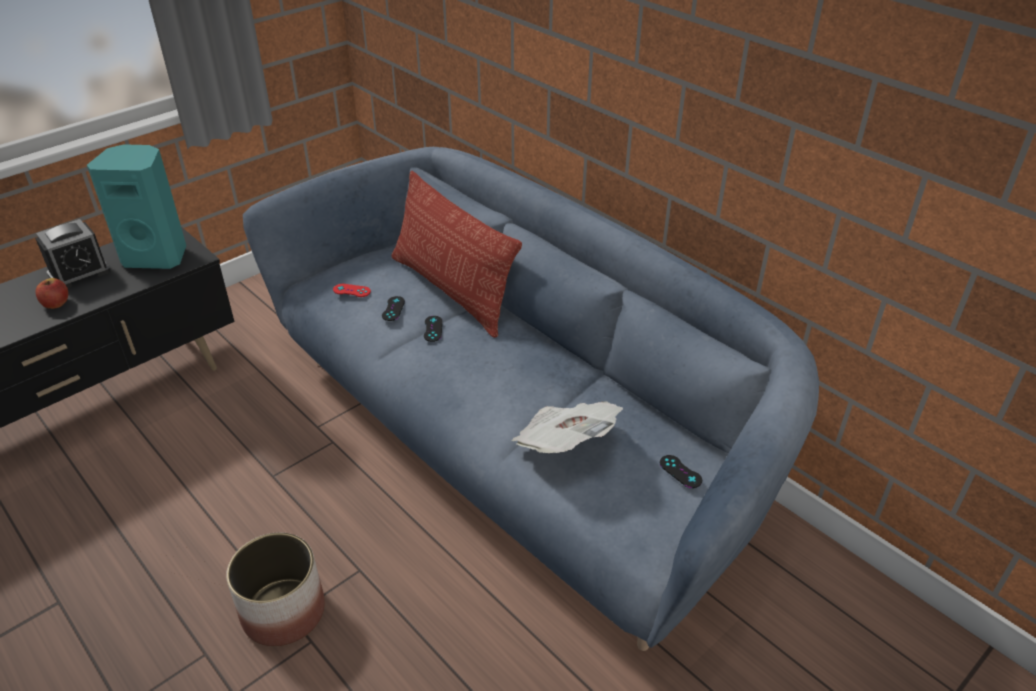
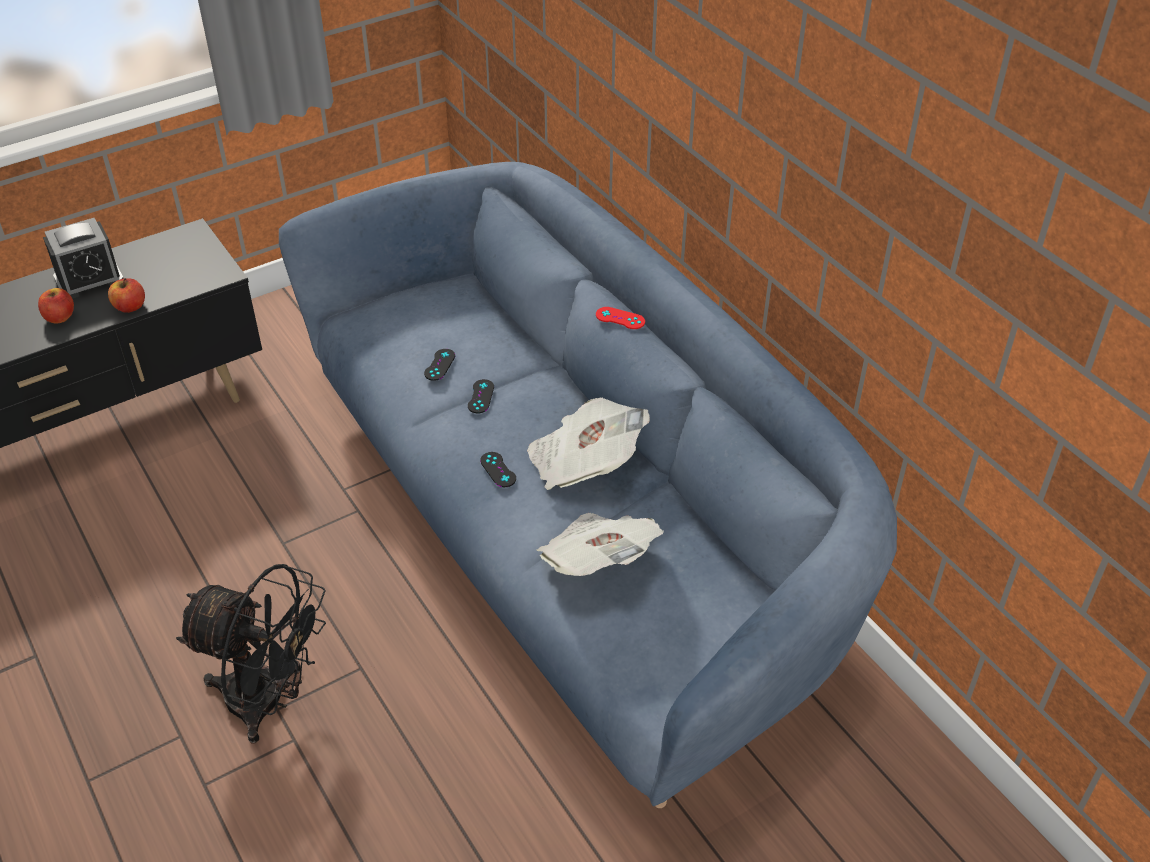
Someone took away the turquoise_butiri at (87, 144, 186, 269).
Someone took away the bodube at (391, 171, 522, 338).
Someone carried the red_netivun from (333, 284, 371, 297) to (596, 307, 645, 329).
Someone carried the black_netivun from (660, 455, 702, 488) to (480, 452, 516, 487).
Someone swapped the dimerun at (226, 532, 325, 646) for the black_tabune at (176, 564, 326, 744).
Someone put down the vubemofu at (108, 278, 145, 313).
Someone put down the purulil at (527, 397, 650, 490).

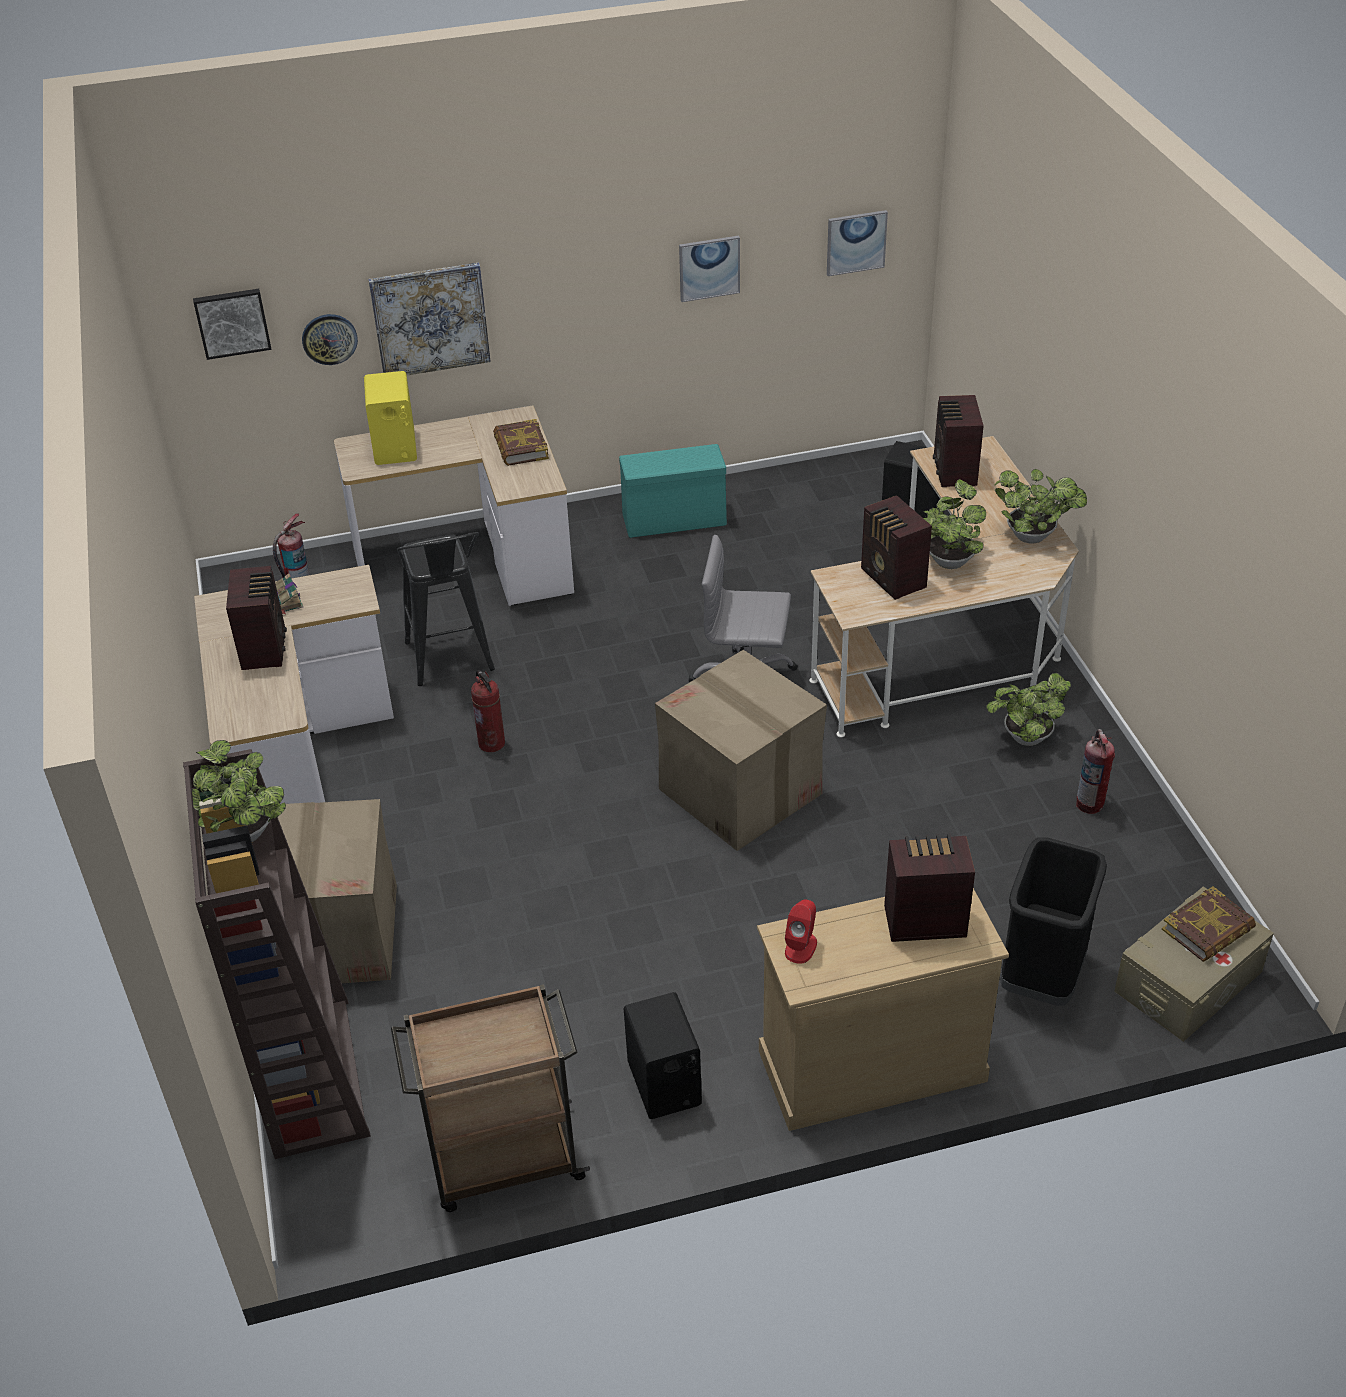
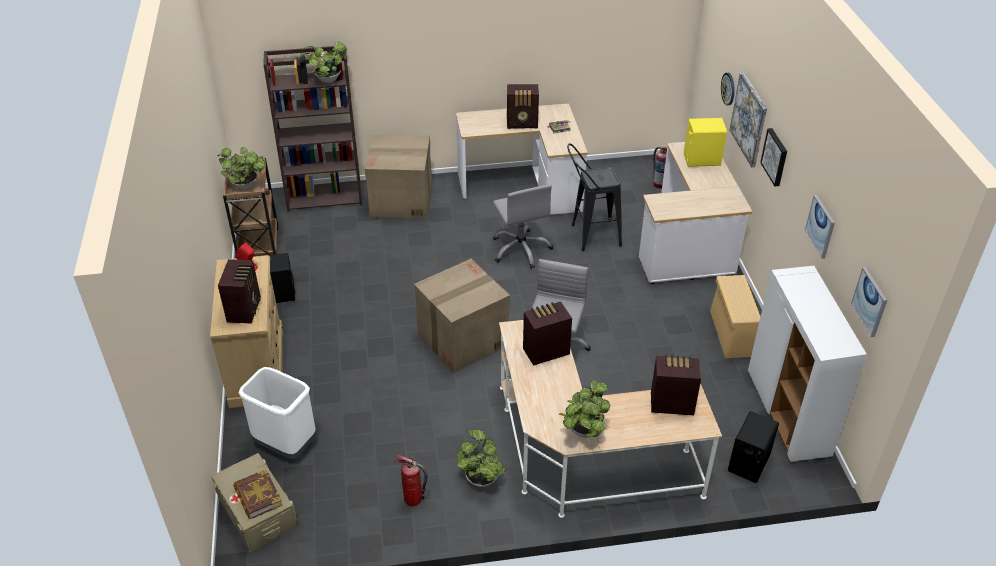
Someone carried the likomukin from (193, 289, 272, 360) to (760, 128, 787, 186).
Someone took away the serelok at (493, 419, 549, 466).
Someone repainted the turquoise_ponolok at (619, 444, 727, 538), which became the beige_ponolok at (710, 275, 760, 358).
Someone carried the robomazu from (923, 479, 986, 569) to (217, 147, 266, 190).
Someone swapped the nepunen at (471, 670, 505, 752) for the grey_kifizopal at (493, 185, 553, 269).
Someone repainted the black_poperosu at (1000, 837, 1107, 1006), which became the white_poperosu at (238, 367, 316, 459).
Someone put down the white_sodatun at (748, 266, 867, 462).

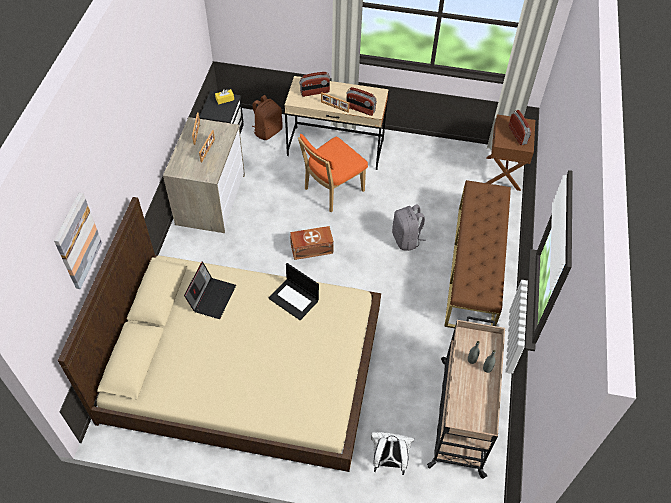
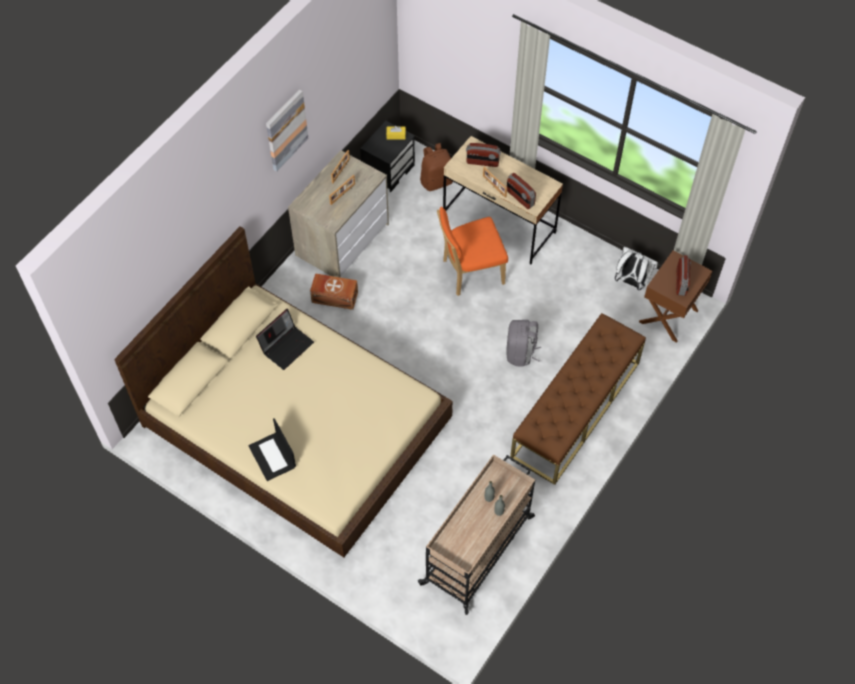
Someone carried the likomukin from (54, 193, 102, 289) to (266, 89, 308, 172).
Someone carried the brown_ponolok from (290, 226, 334, 260) to (310, 273, 358, 310).
Someone carried the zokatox from (268, 263, 319, 320) to (248, 418, 296, 481).
Someone carried the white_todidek from (371, 432, 414, 475) to (615, 246, 658, 290).

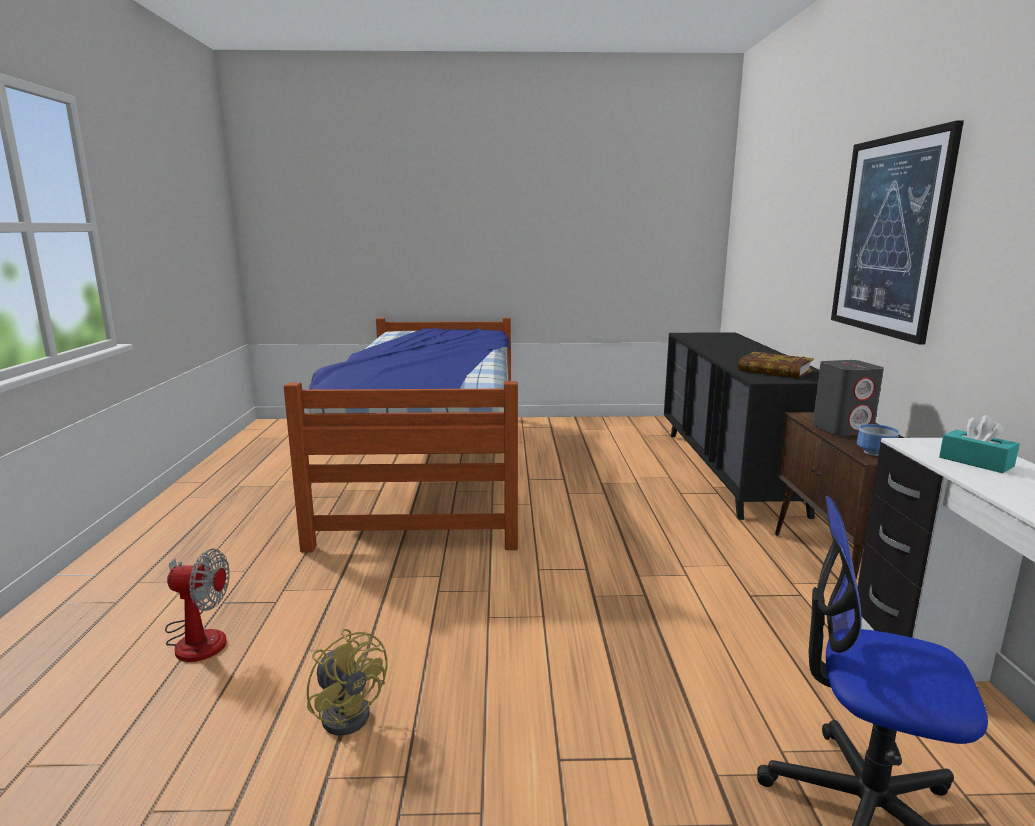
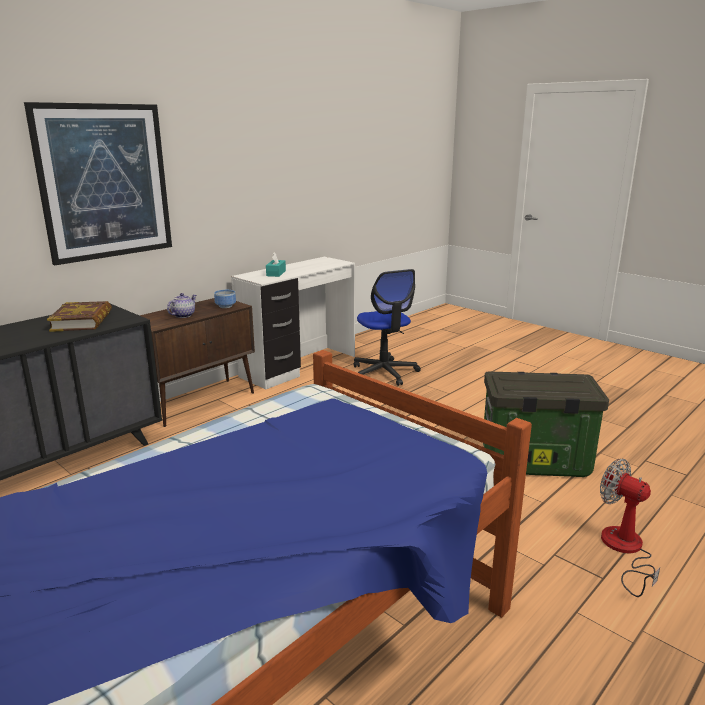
Someone swapped the grey_butiri at (813, 360, 884, 436) for the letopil at (167, 293, 196, 318).
Someone swapped the yellow_tabune at (307, 629, 388, 735) for the ponolok at (483, 371, 609, 477).

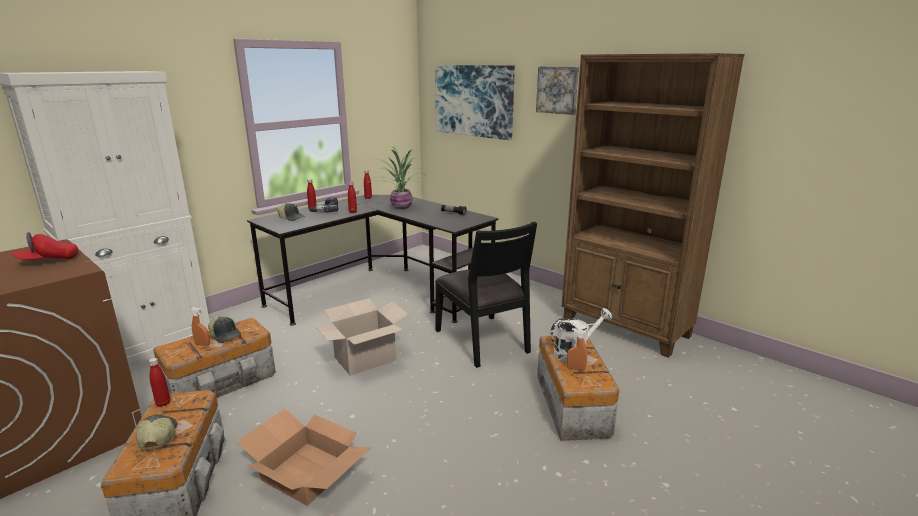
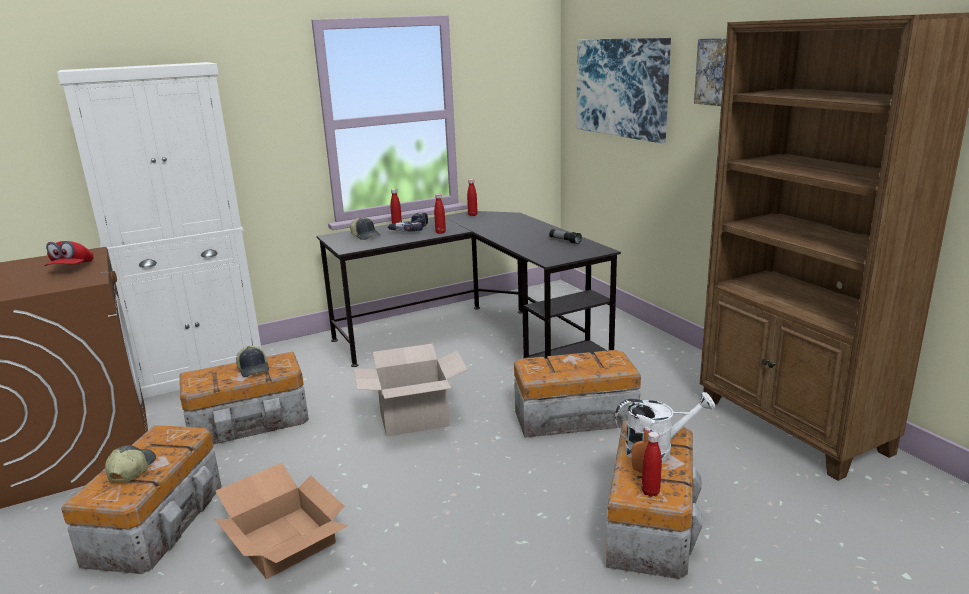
Someone took away the robomazu at (367, 146, 436, 209).
Someone swapped the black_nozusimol at (435, 222, 537, 368) for the ponolok at (514, 350, 641, 438).
Someone rotated the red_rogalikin at (11, 232, 78, 260) by 75 degrees counterclockwise.
Someone took away the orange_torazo at (191, 307, 210, 346).
Someone carried the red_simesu from (148, 358, 170, 407) to (642, 432, 662, 497).

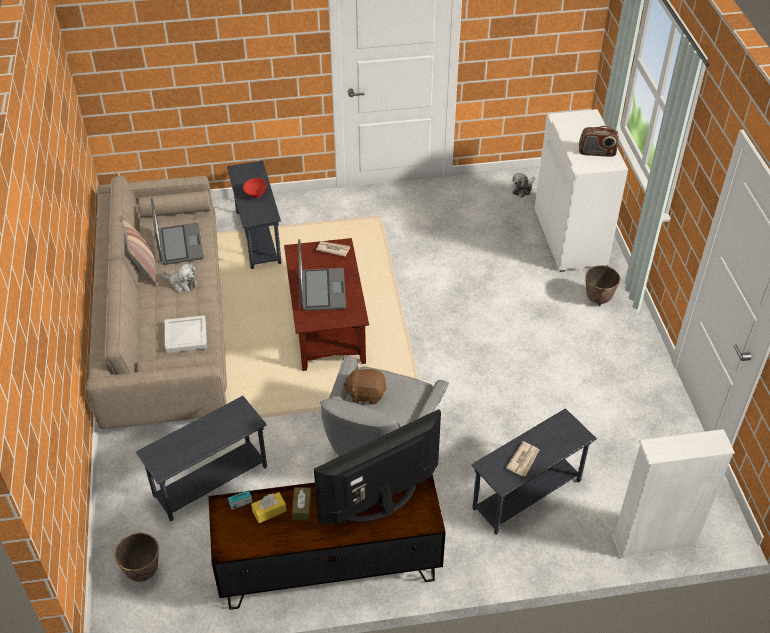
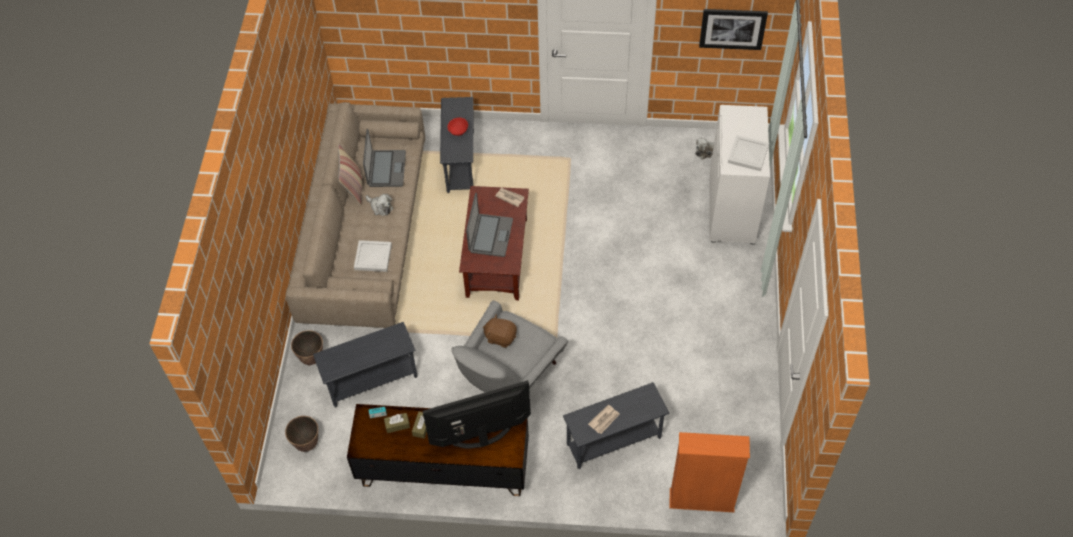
Someone swapped the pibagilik at (579, 126, 618, 157) for the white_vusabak at (728, 135, 769, 171).
Someone carried the dimerun from (585, 265, 620, 306) to (291, 330, 323, 366).
Someone repainted the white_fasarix at (612, 429, 735, 558), which became the orange_fasarix at (669, 432, 750, 512).
Someone repainted the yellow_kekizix at (251, 492, 287, 523), which became the brown_kekizix at (384, 413, 410, 433).
Someone put up the likomukin at (699, 9, 768, 50).

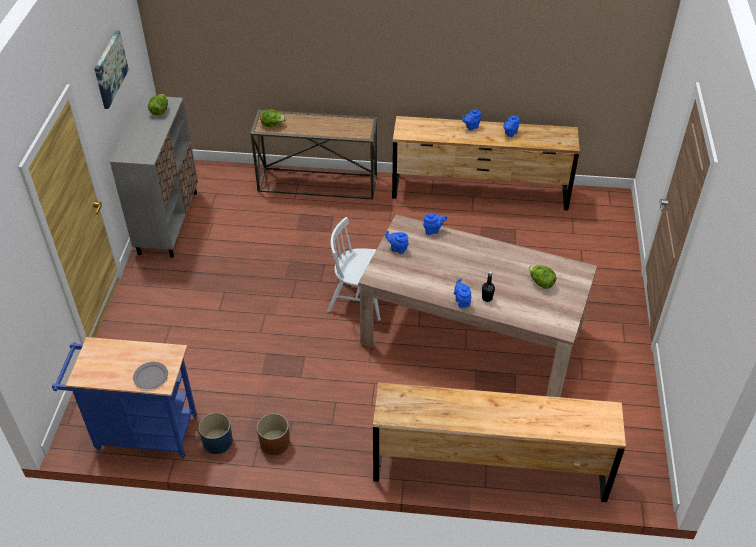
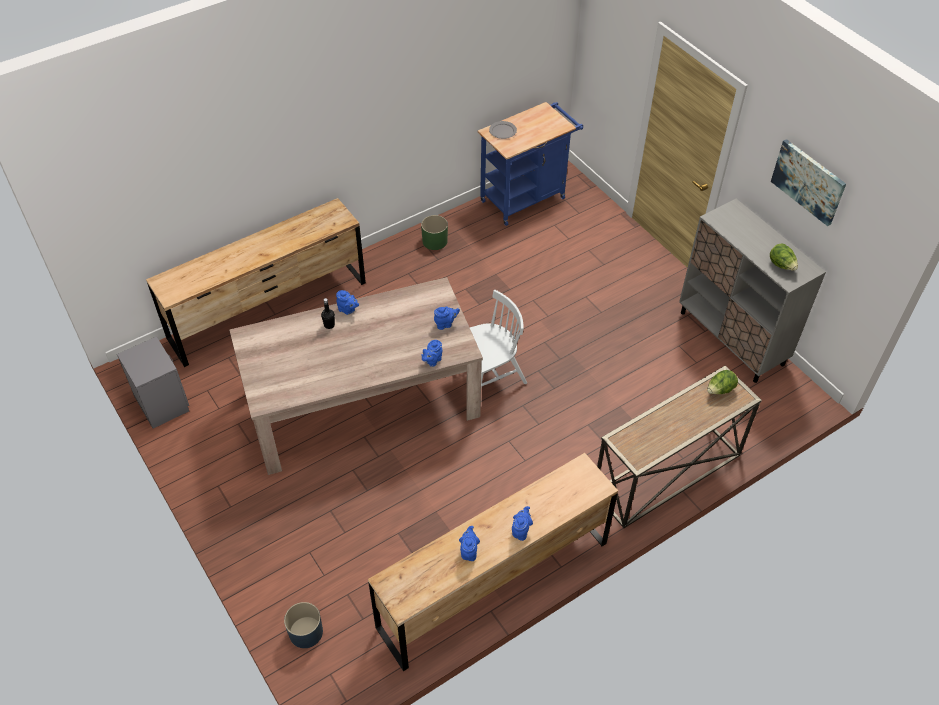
Someone took away the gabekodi at (529, 265, 556, 289).
Someone carried the blue_dimerun from (198, 412, 233, 454) to (284, 602, 323, 648).
Someone repainted the brown_dimerun at (257, 413, 290, 455), which became the green_dimerun at (421, 215, 448, 250).
Someone put down the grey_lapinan at (117, 337, 189, 428).

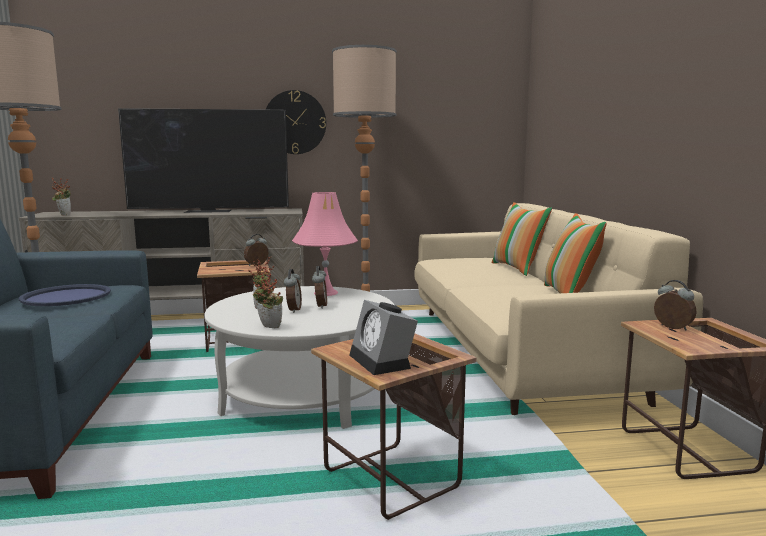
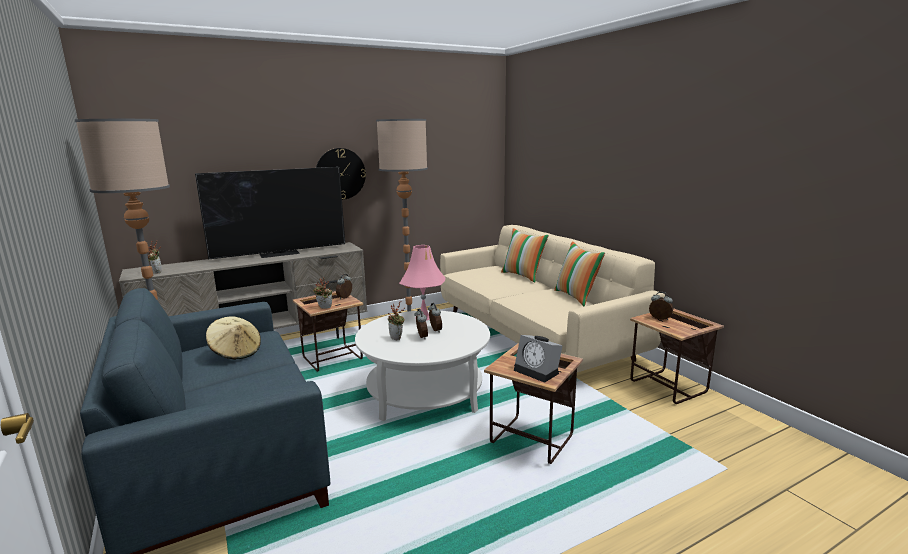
Someone carried the robomazu from (253, 271, 283, 328) to (313, 277, 332, 309).
Someone swapped the blue_vusabak at (19, 284, 111, 306) for the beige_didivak at (206, 316, 261, 360).

